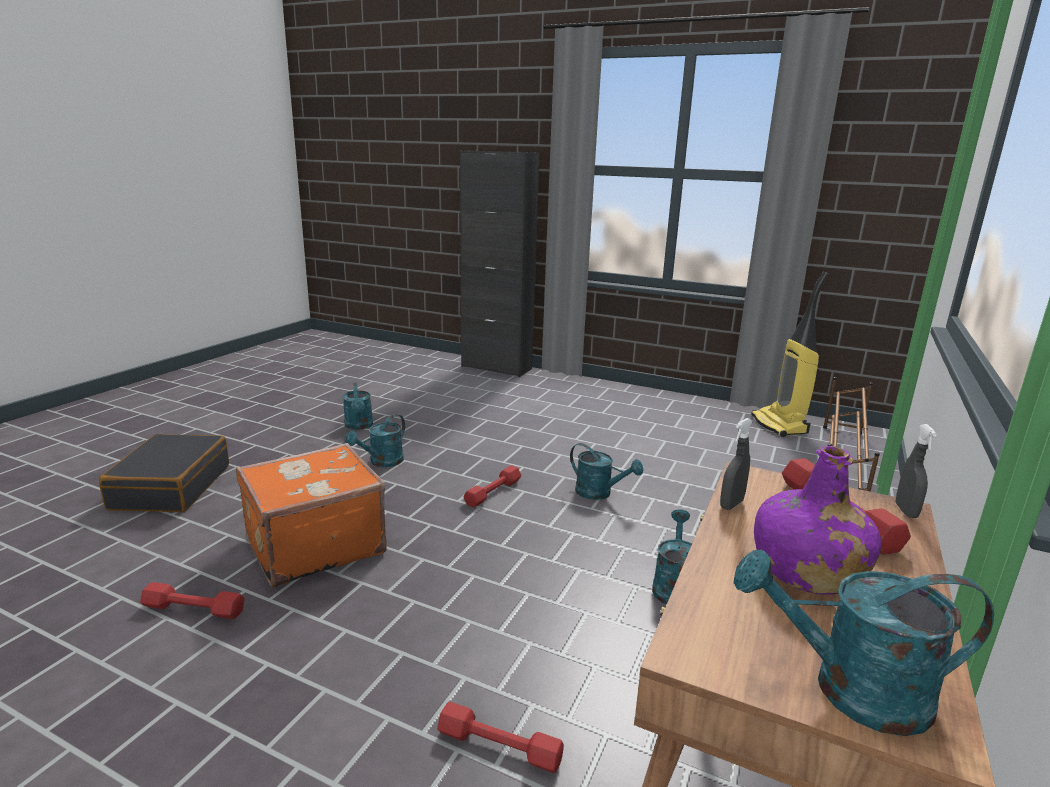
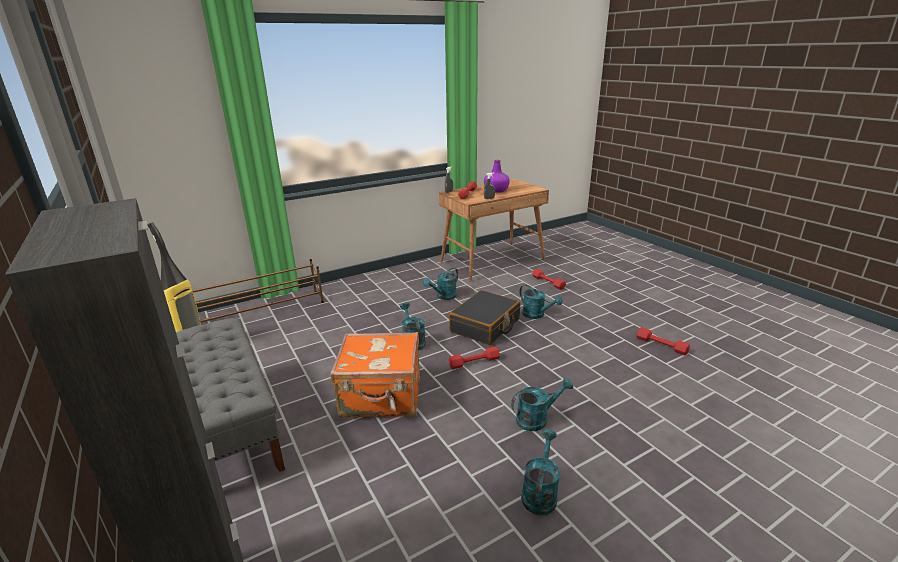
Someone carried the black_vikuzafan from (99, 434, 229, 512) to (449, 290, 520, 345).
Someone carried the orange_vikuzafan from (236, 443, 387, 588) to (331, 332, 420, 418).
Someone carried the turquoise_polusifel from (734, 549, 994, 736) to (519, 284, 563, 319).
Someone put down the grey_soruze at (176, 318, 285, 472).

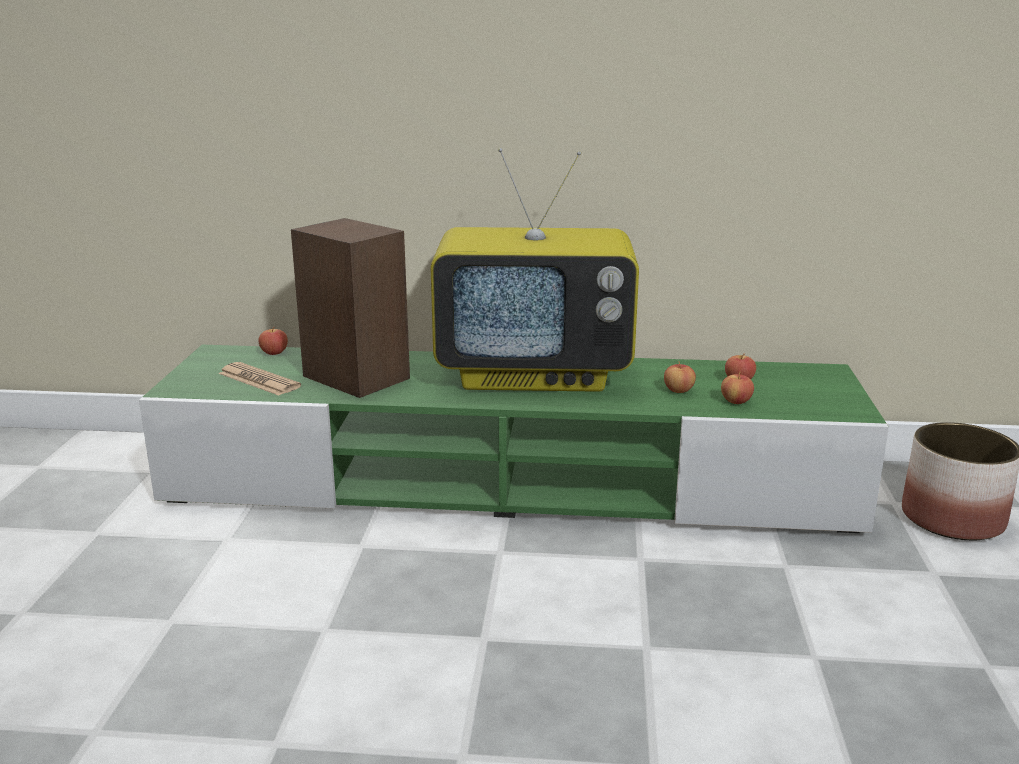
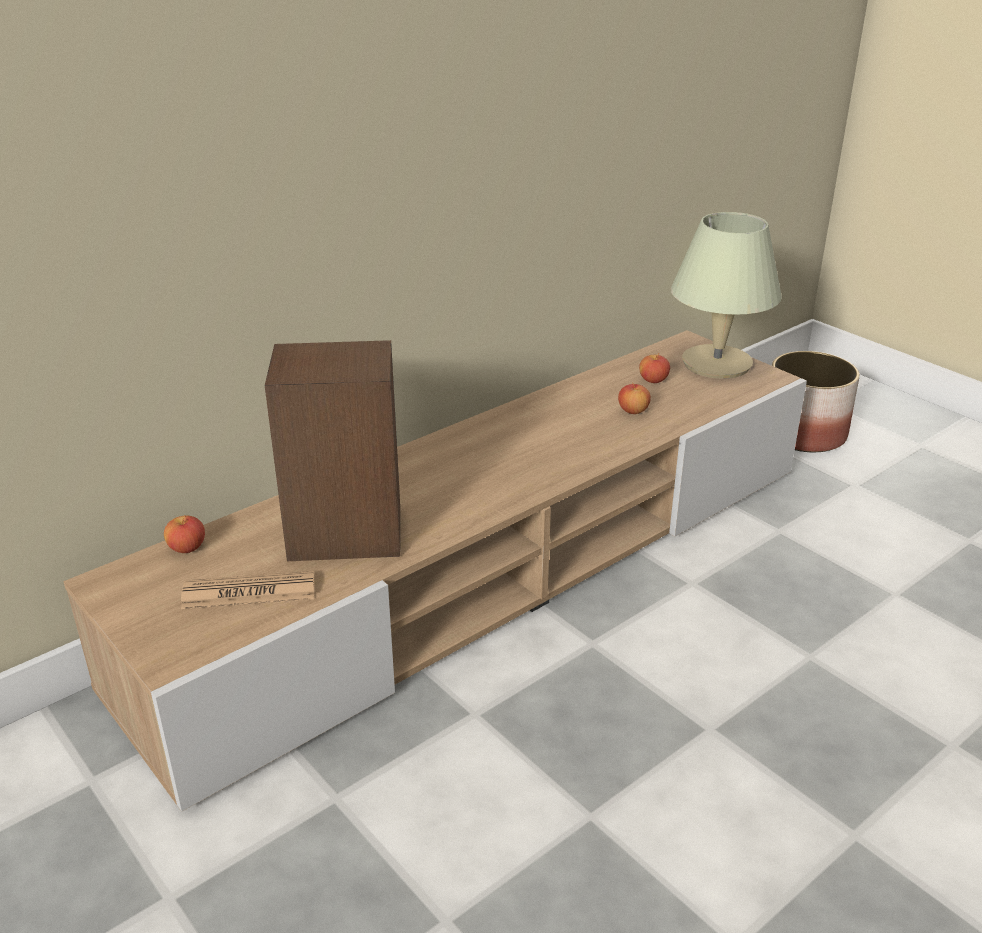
Someone took away the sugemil at (431, 148, 639, 392).
Someone repainted the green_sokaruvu at (139, 345, 889, 533), which became the beige_sokaruvu at (63, 330, 807, 812).
Someone took away the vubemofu at (721, 371, 754, 404).
Someone put down the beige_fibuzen at (671, 212, 782, 379).

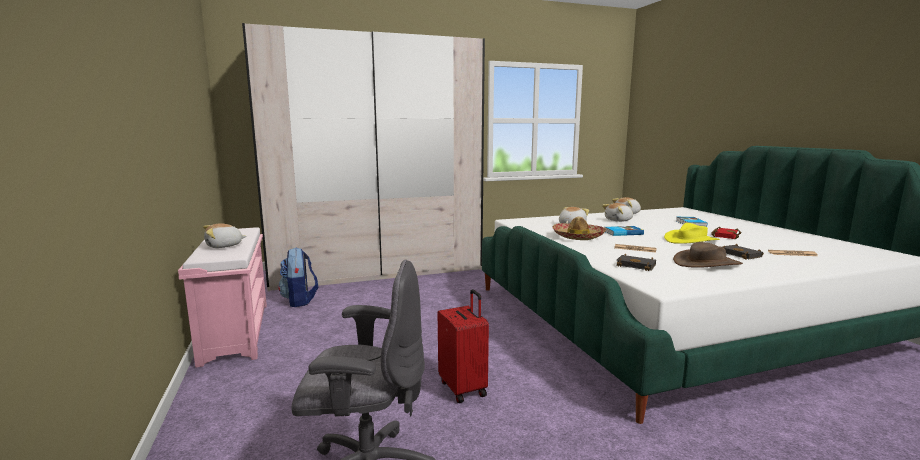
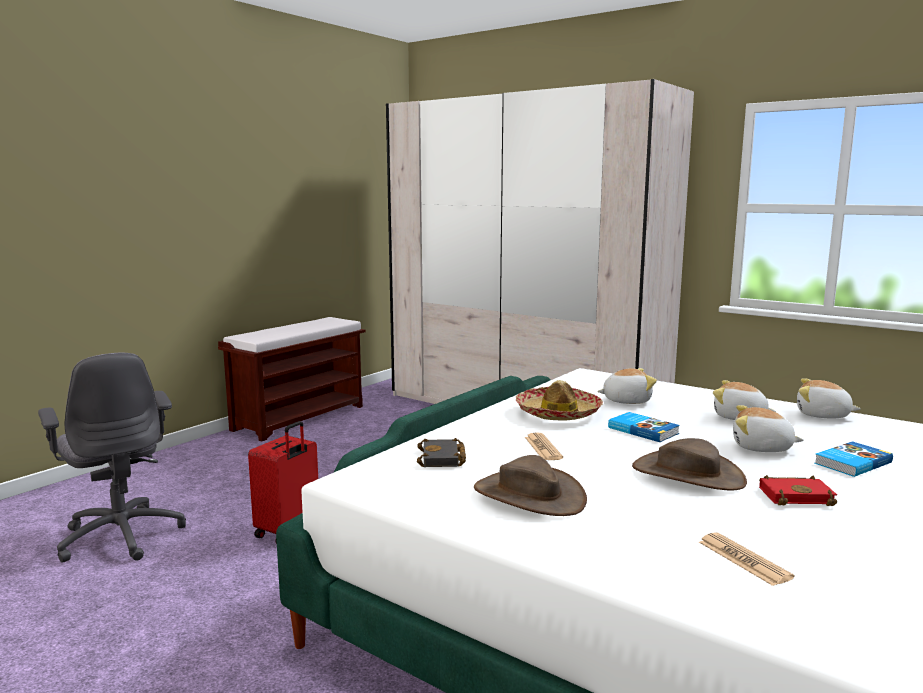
Someone carried the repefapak from (203, 223, 247, 248) to (733, 405, 804, 452).
Someone repainted the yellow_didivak at (664, 223, 720, 244), which became the brown_didivak at (632, 438, 747, 491).
Someone repainted the pink_soruze at (178, 227, 267, 368), which became the brown_soruze at (218, 317, 366, 441).
Someone took away the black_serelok at (723, 244, 764, 260).
Someone took away the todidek at (278, 247, 318, 307).

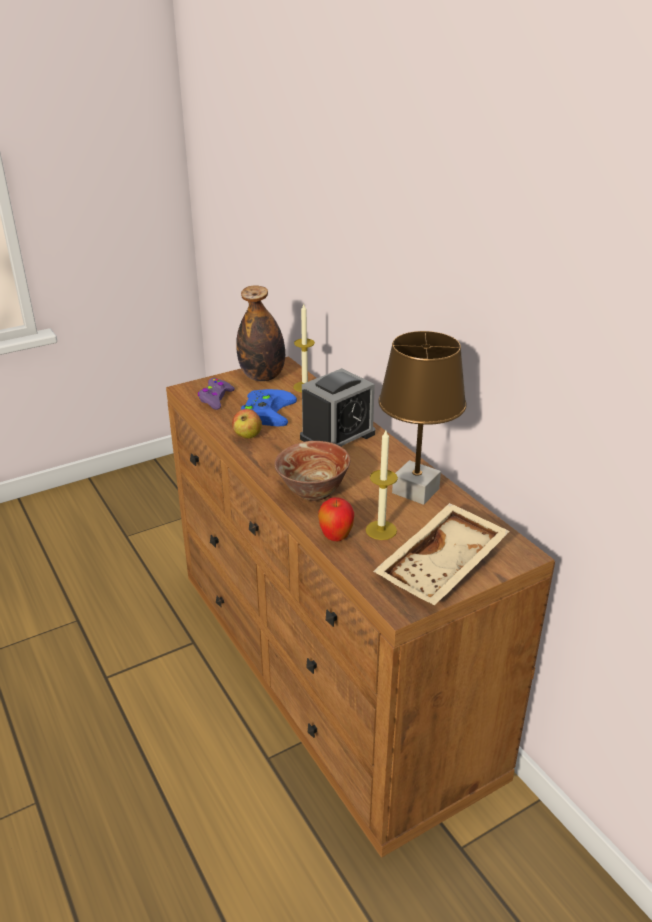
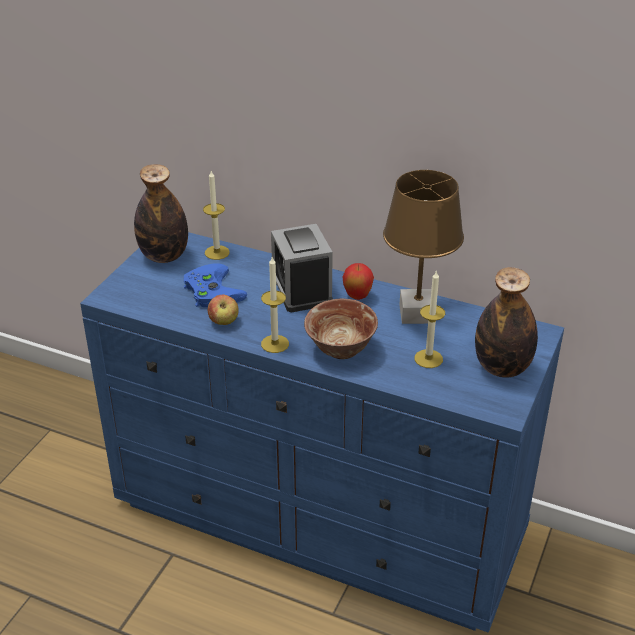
Someone repainted the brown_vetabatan at (166, 357, 555, 858), which became the blue_vetabatan at (80, 232, 564, 633).
Someone rotated the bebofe at (300, 368, 375, 447) by 150 degrees clockwise.
Someone took away the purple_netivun at (198, 378, 235, 410).
Someone carried the vubemofu from (318, 497, 354, 541) to (343, 263, 374, 300).
Someone swapped the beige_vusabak at (373, 503, 510, 605) for the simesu at (475, 267, 538, 378).
Someone put down the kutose at (261, 257, 289, 353).

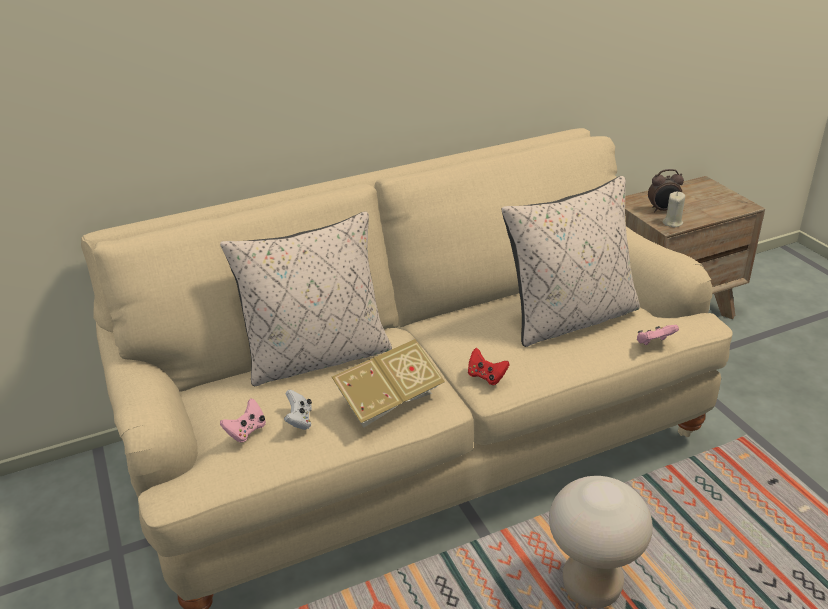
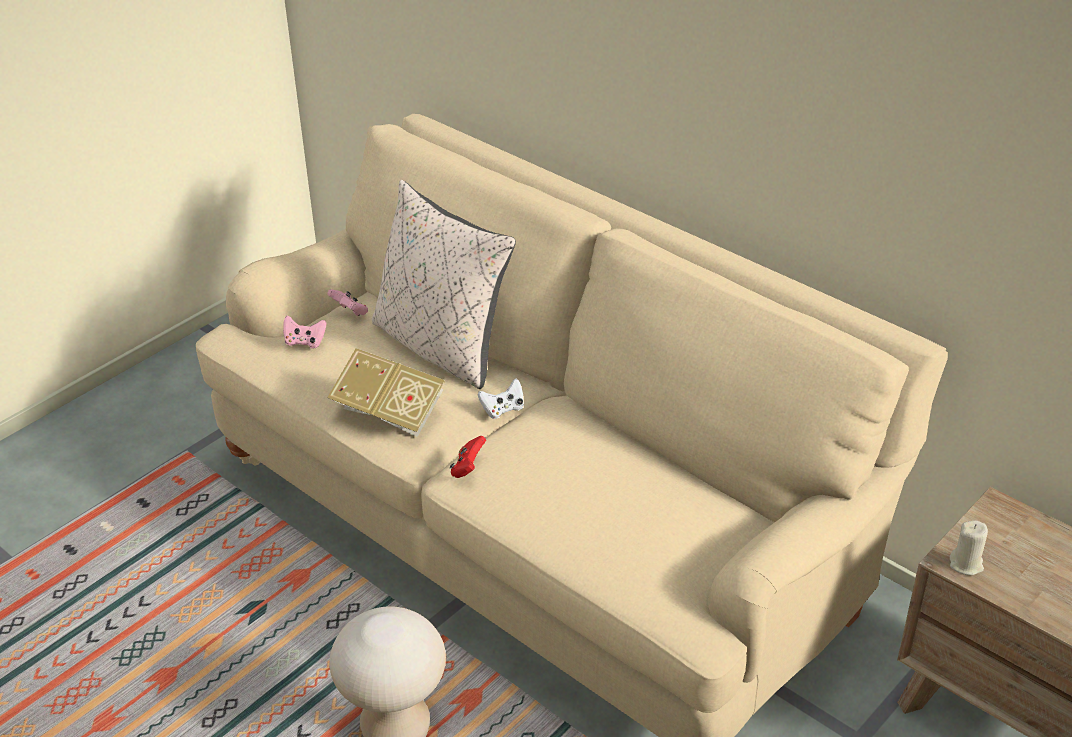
Someone took away the bebofe at (648, 169, 684, 213).
Someone took away the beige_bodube at (502, 176, 640, 347).
Someone carried the pink_netivun from (637, 325, 679, 345) to (327, 289, 368, 316).
Someone carried the white_netivun from (284, 390, 312, 430) to (478, 378, 524, 419).

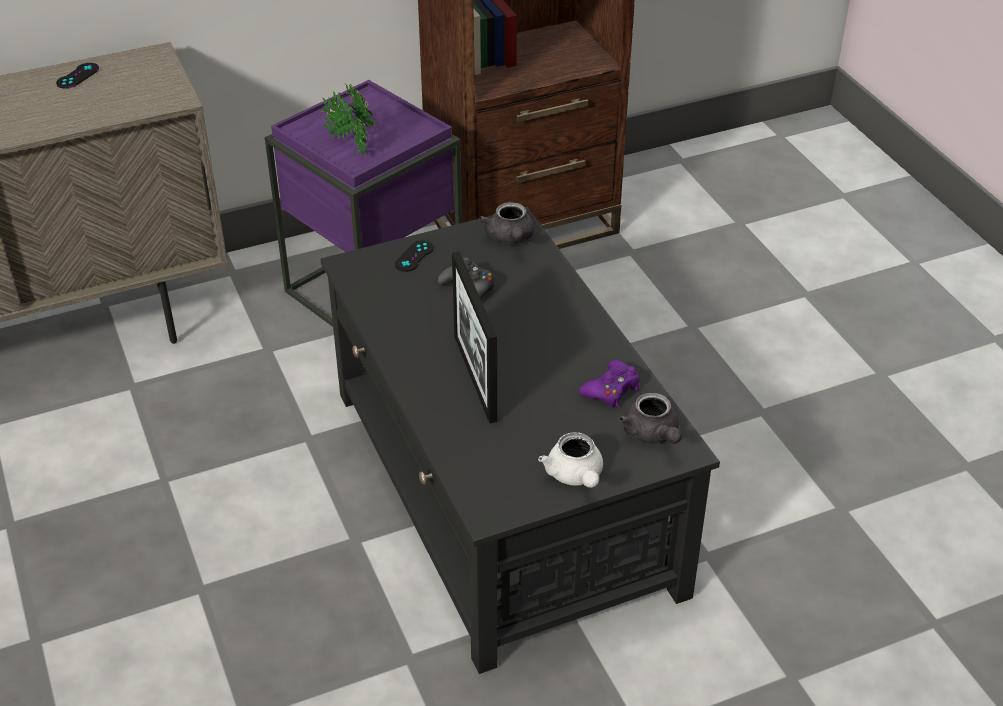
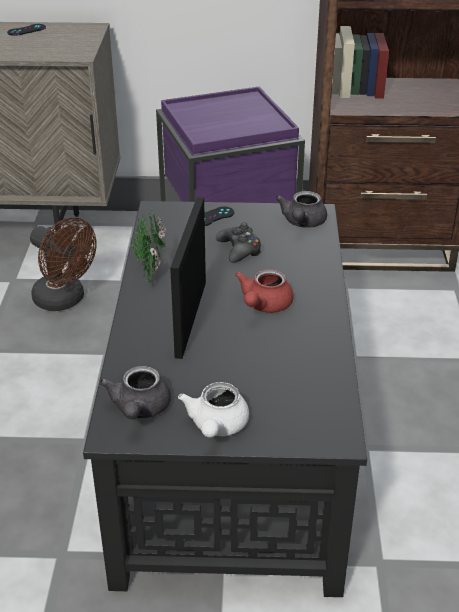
Someone carried the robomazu from (322, 84, 375, 155) to (131, 208, 166, 285).
Someone took away the purple_netivun at (579, 360, 640, 408).
Someone carried the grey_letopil from (619, 393, 682, 444) to (100, 366, 171, 419).
Someone put down the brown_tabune at (30, 217, 97, 311).
Someone put down the red_letopil at (235, 269, 294, 313).

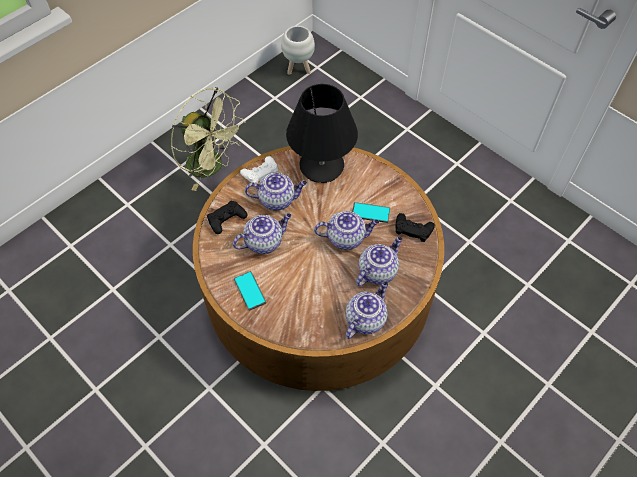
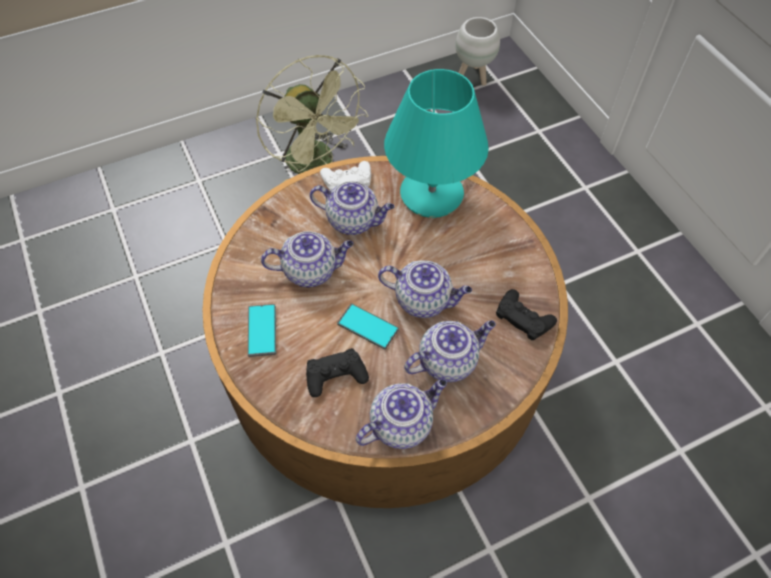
Someone repainted the black_fibuzen at (286, 84, 358, 183), which became the turquoise_fibuzen at (384, 69, 489, 218).
Someone carried the black_netivun from (207, 201, 248, 234) to (306, 348, 369, 397).
Someone carried the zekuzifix from (352, 202, 390, 223) to (337, 303, 399, 350).

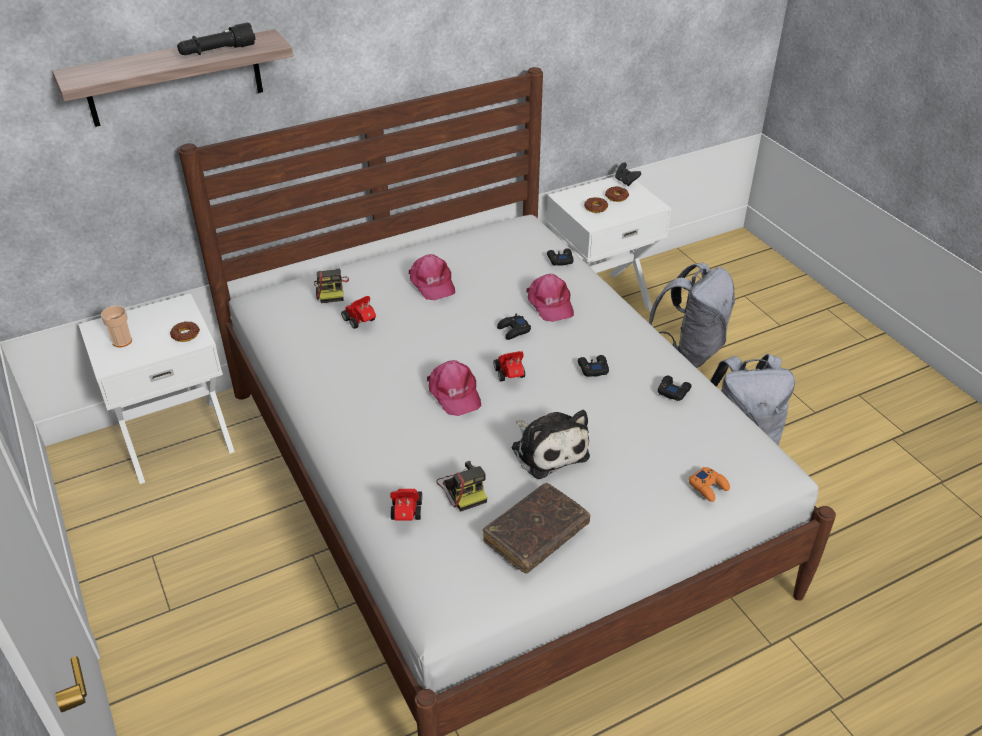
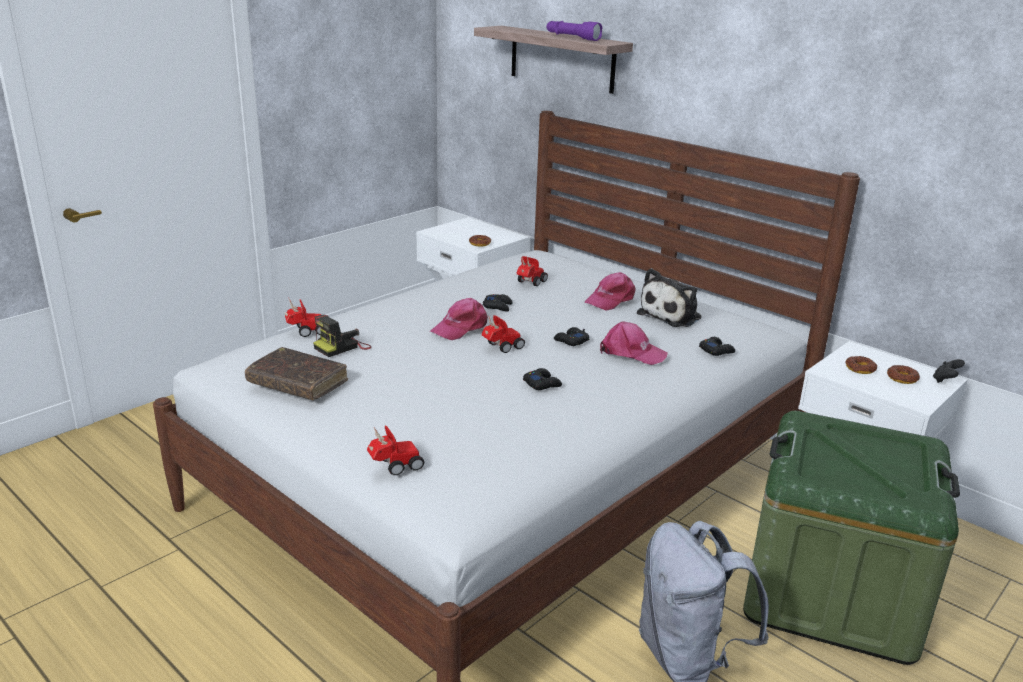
Someone repainted the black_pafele at (177, 22, 256, 55), which became the purple_pafele at (546, 21, 602, 41).
Someone swapped the grey_todidek at (649, 263, 735, 368) for the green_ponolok at (743, 411, 960, 665).
Someone took away the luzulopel at (314, 269, 349, 303).
Someone rotated the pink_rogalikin at (526, 274, 574, 322) by 120 degrees counterclockwise.
Someone took away the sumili at (101, 306, 132, 347).
Someone carried the black_netivun from (658, 376, 692, 401) to (483, 294, 513, 312).
Someone carried the repefapak from (512, 410, 590, 479) to (637, 268, 702, 327).
Someone swapped the orange_netivun at (689, 467, 730, 502) for the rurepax at (367, 426, 425, 475).

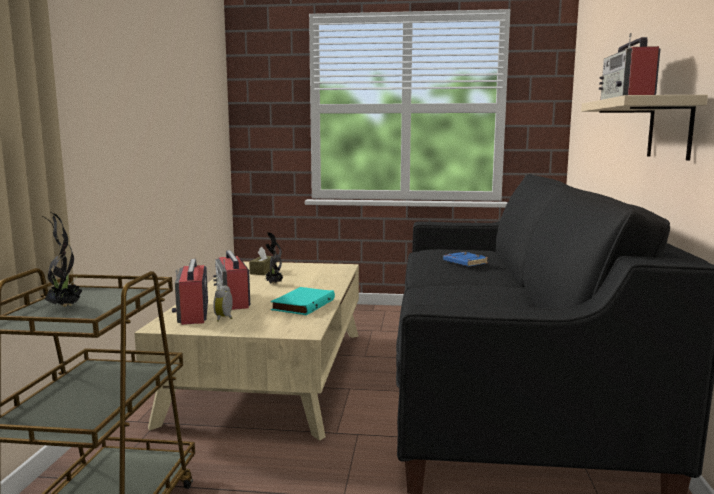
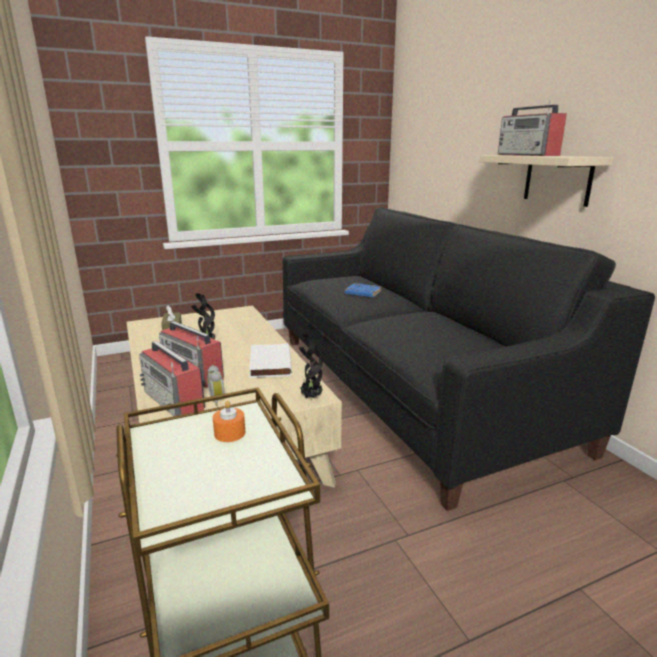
Someone carried the robomazu from (42, 212, 82, 307) to (299, 334, 323, 398).
Someone repainted the turquoise_serelok at (271, 287, 335, 315), which became the white_serelok at (249, 343, 292, 378).
Someone put down the orange_kutose at (213, 401, 245, 442).

